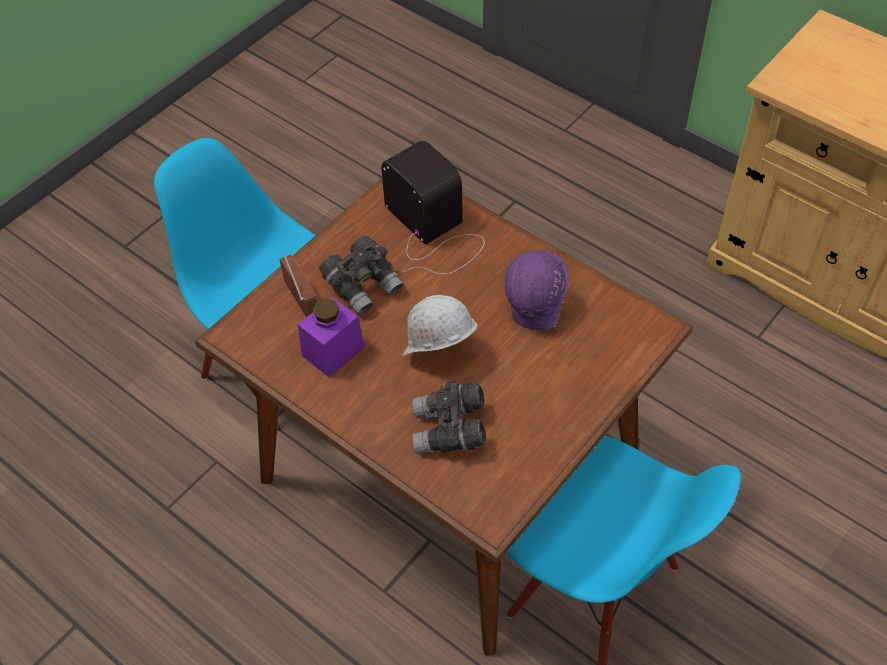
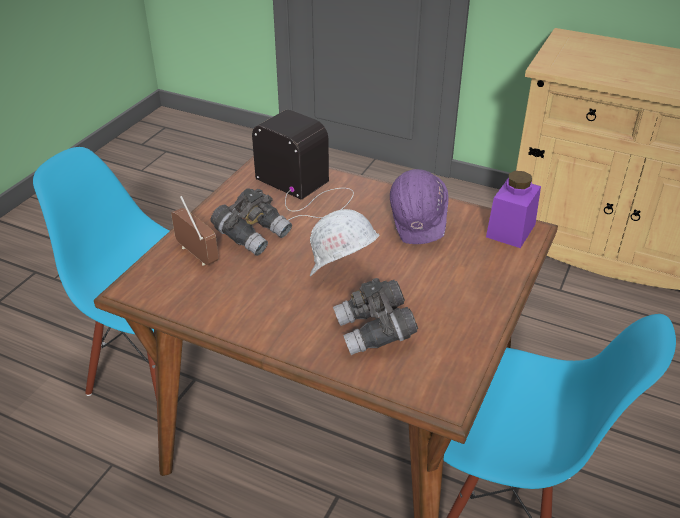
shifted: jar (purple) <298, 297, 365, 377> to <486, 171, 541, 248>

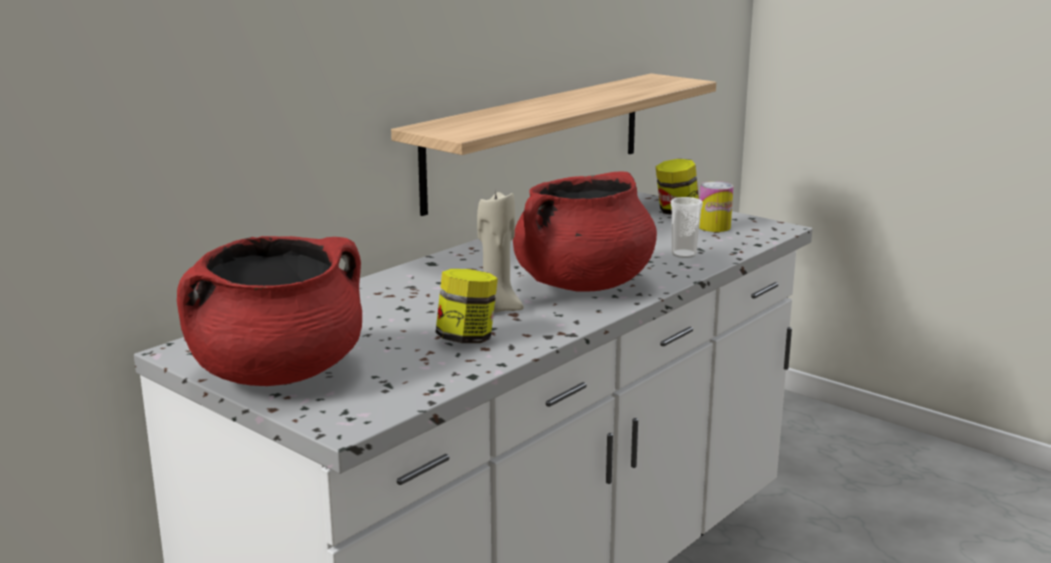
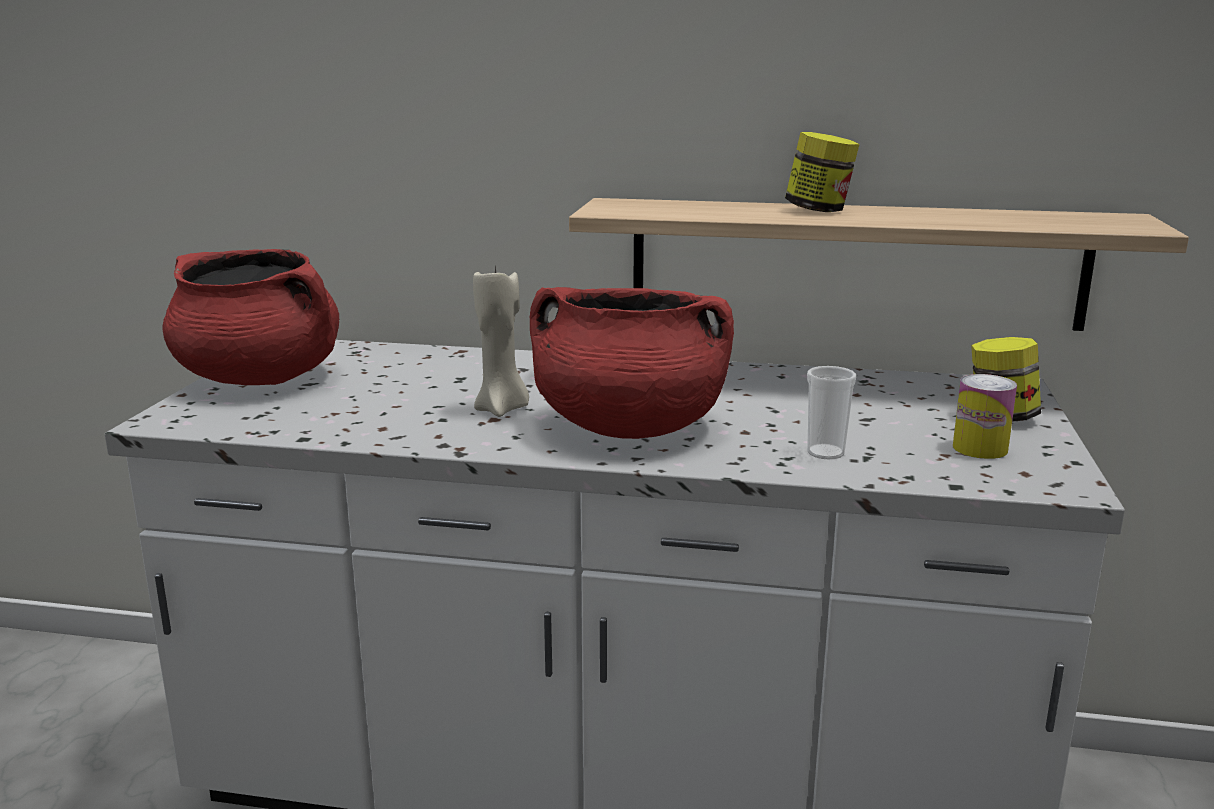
shifted: jar <436, 269, 498, 343> to <785, 132, 859, 212>

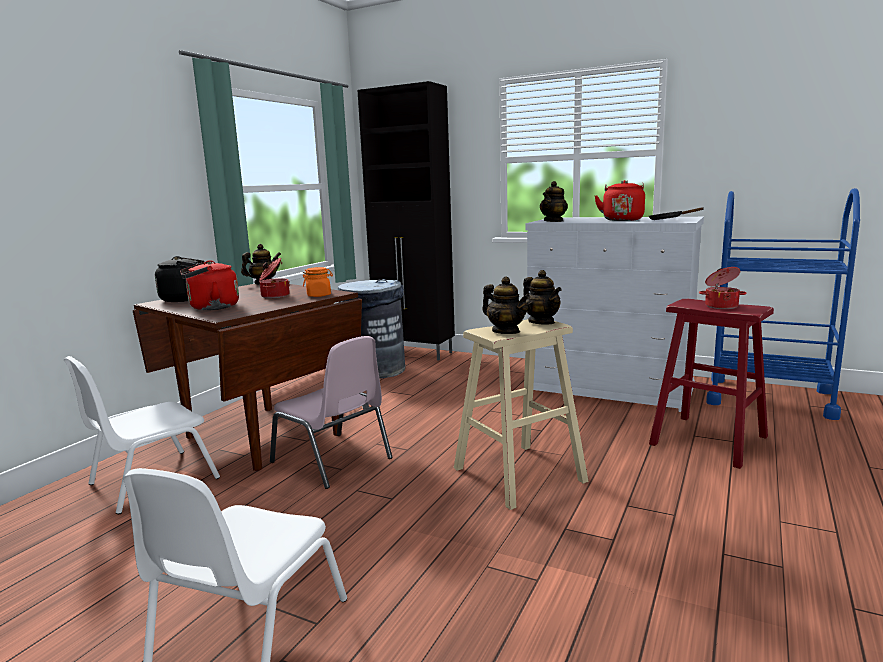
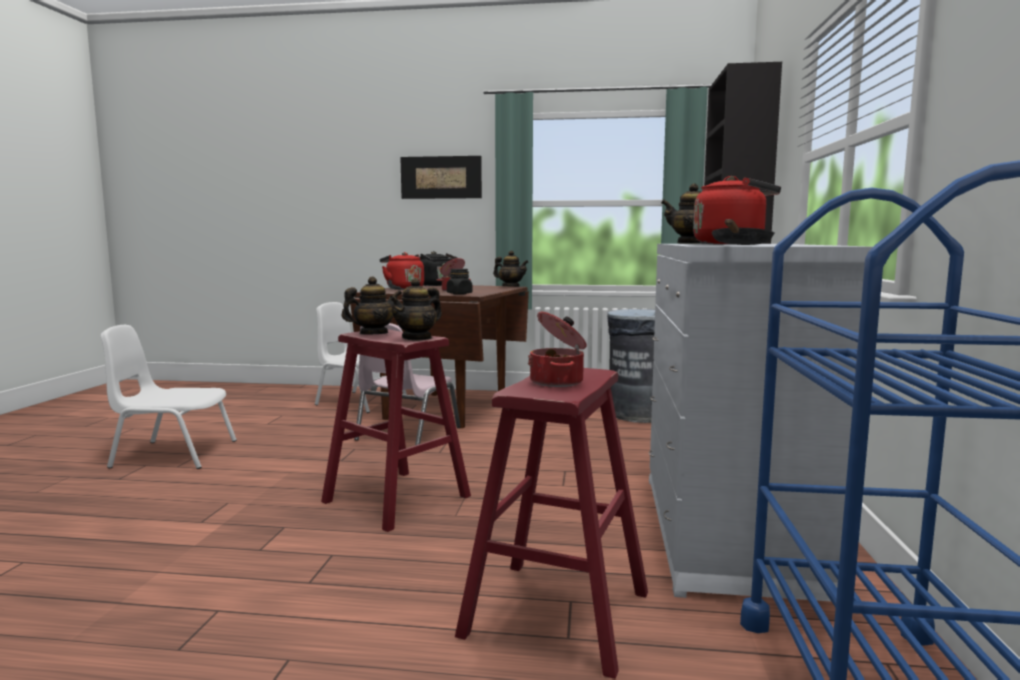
new: picture <400, 156, 482, 199>
repainted: jar (orange) <303, 267, 333, 297> to jar (black) <447, 269, 473, 295>; stool (beige) <454, 319, 588, 510> to stool (red) <321, 329, 471, 532>
rotated: teapot <482, 277, 530, 334> = <342, 276, 402, 335> 150 degrees counterclockwise

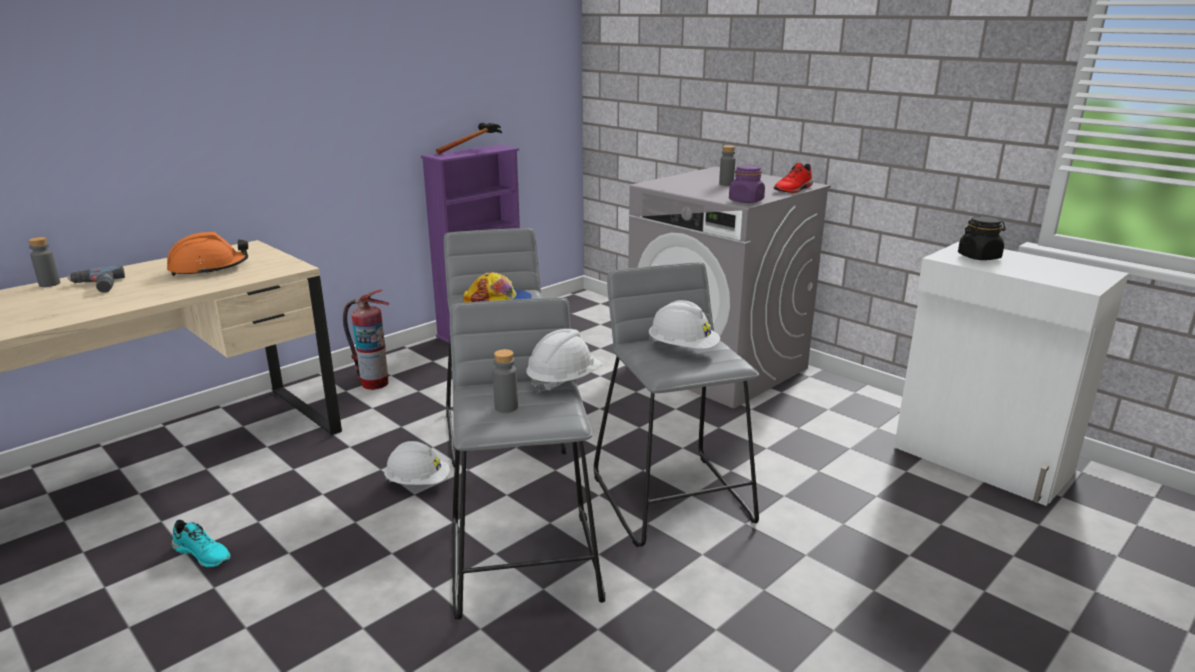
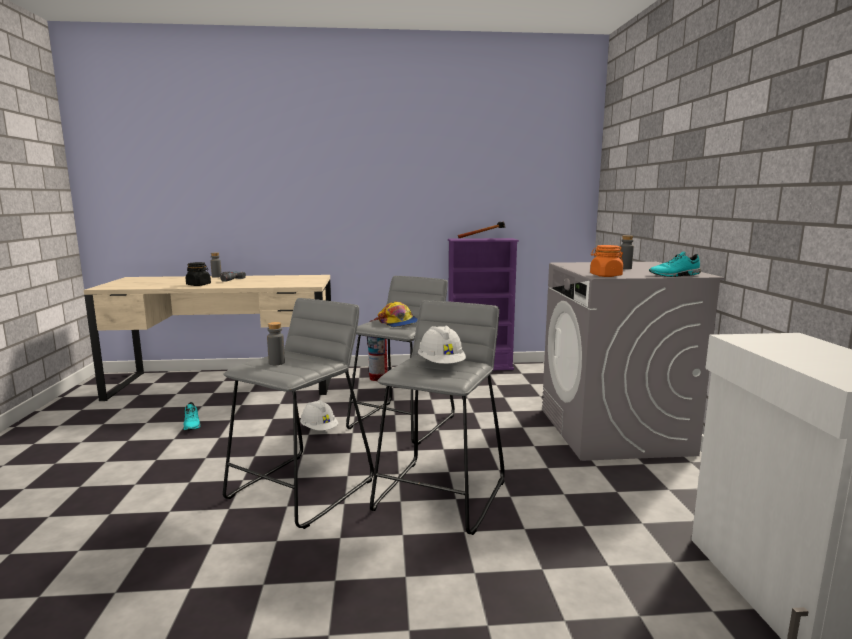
gone: hard hat (orange) <167, 232, 248, 276>; hard hat (white) <526, 329, 602, 394>
shifted: jar (black) <958, 216, 1006, 260> to <186, 262, 211, 286>
repainted: shoe (red) <774, 163, 813, 193> to shoe (turquoise) <649, 252, 701, 277>; jar (purple) <729, 165, 765, 203> to jar (orange) <590, 245, 623, 277>

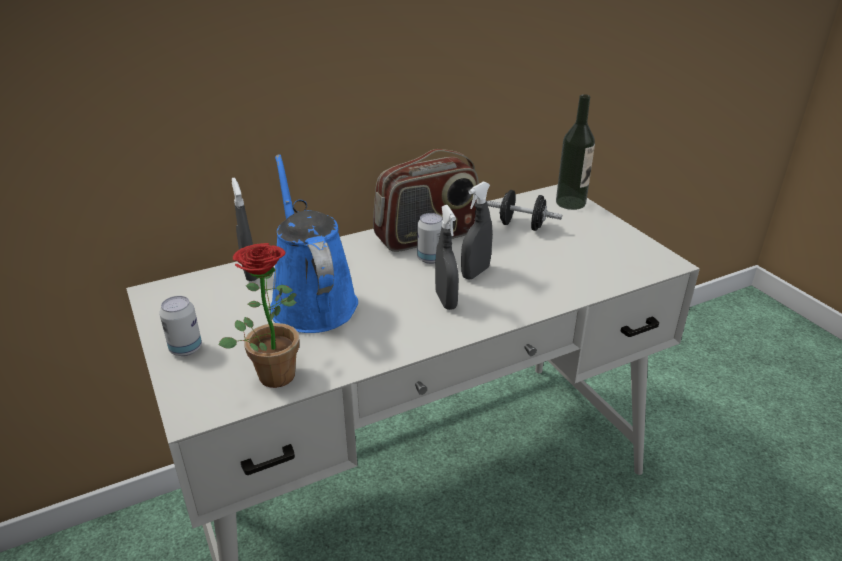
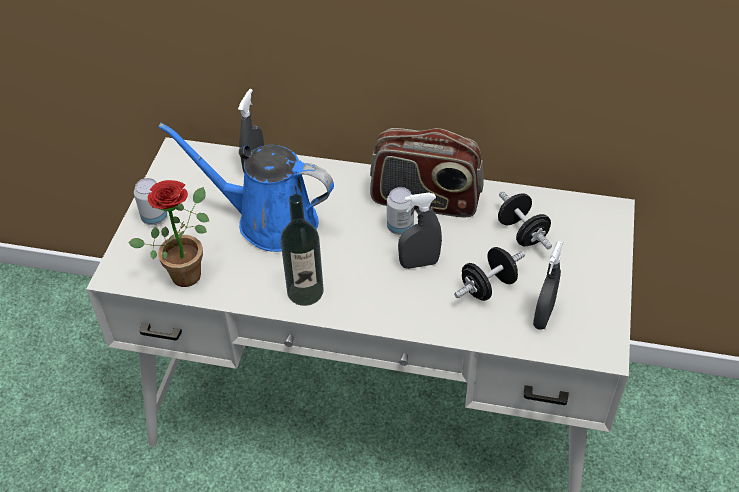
new: dumbbell (black) <454, 247, 525, 301>
shifted: bottle <556, 94, 595, 210> to <280, 194, 324, 306>; spray bottle (grey) <435, 205, 459, 310> to <533, 241, 563, 330>
rotated: watering can (blue) <270, 154, 358, 333> = <158, 123, 334, 252> 90 degrees counterclockwise

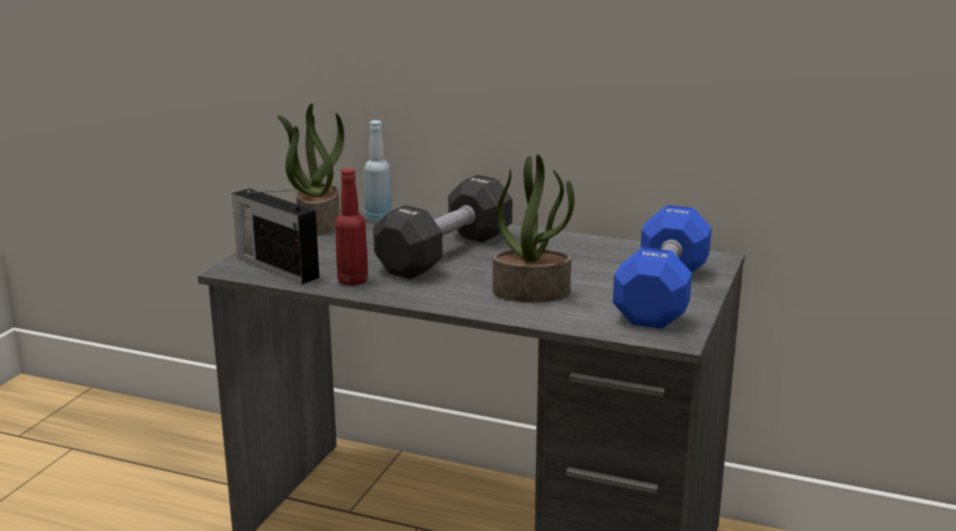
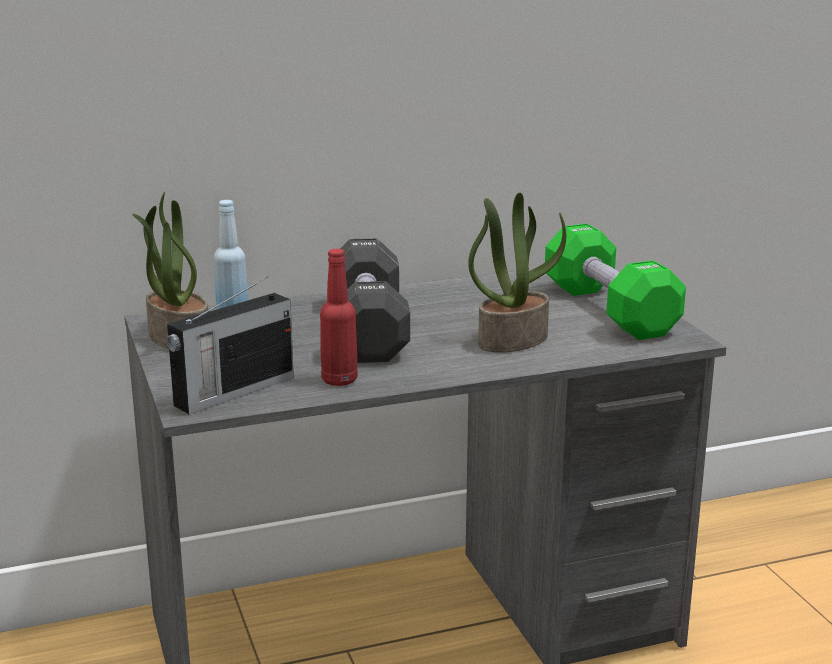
repainted: dumbbell (blue) <613, 205, 712, 329> to dumbbell (green) <545, 224, 686, 340>
rotated: radio <232, 188, 319, 284> = <166, 277, 294, 414> 45 degrees counterclockwise

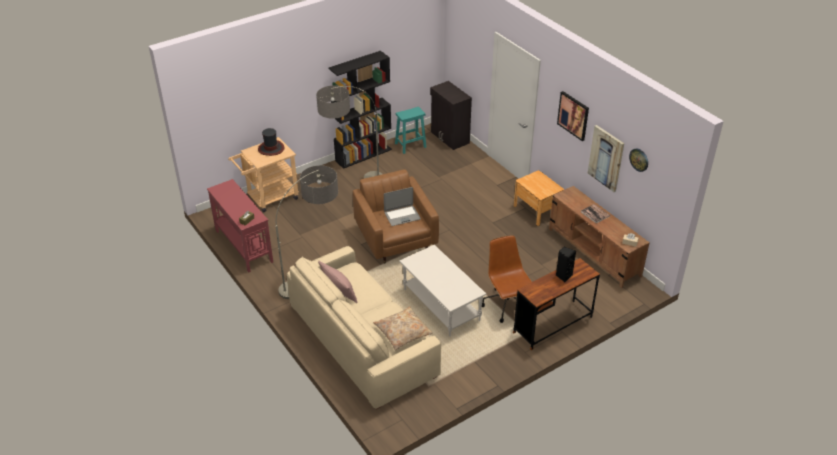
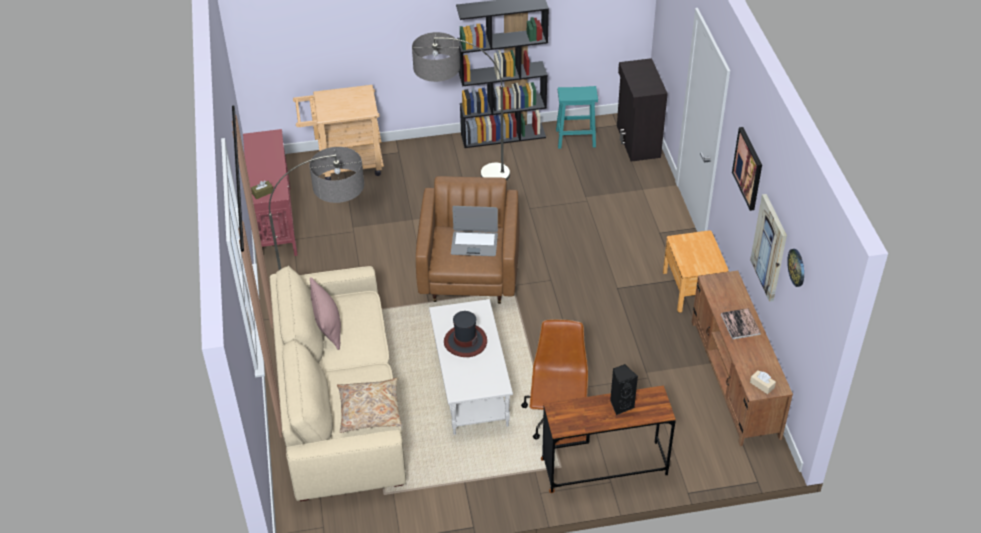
shifted: hat <258, 128, 285, 156> to <444, 311, 487, 357>

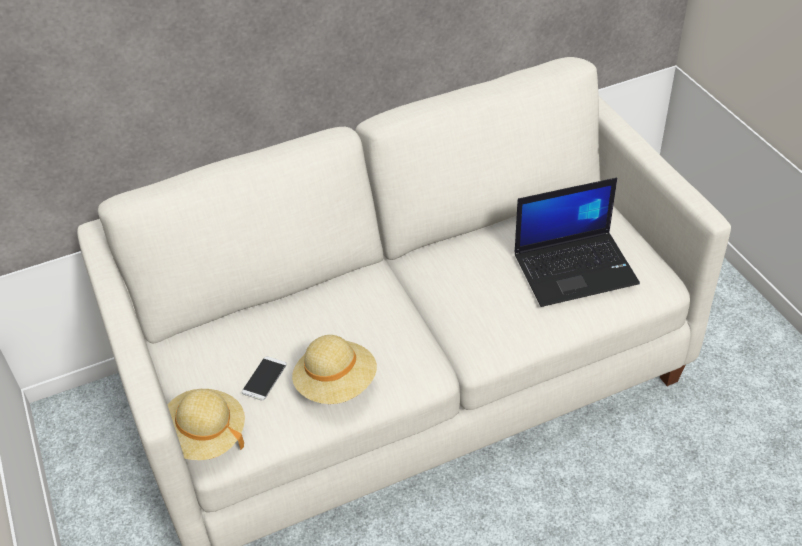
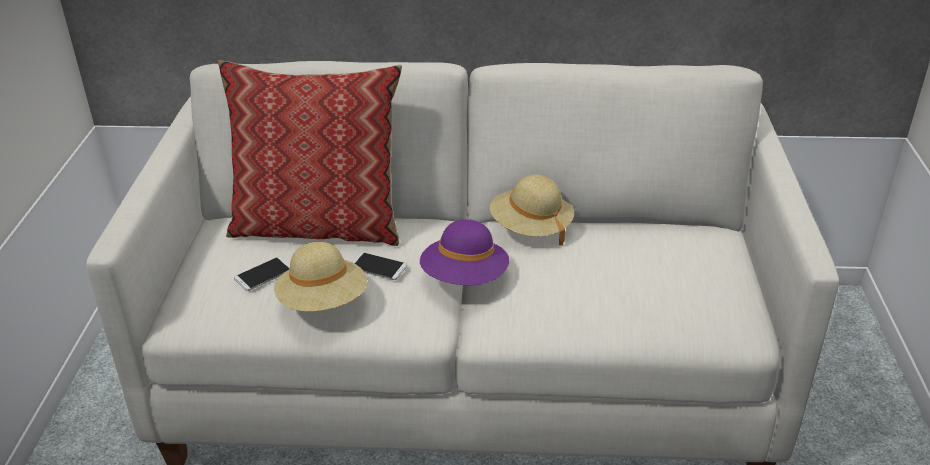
gone: laptop <515, 178, 640, 307>
new: pillow <218, 60, 402, 246>; hat (purple) <420, 219, 509, 285>; phone <352, 252, 407, 280>
shifted: hat (beige) <168, 389, 245, 460> to <490, 175, 574, 245>

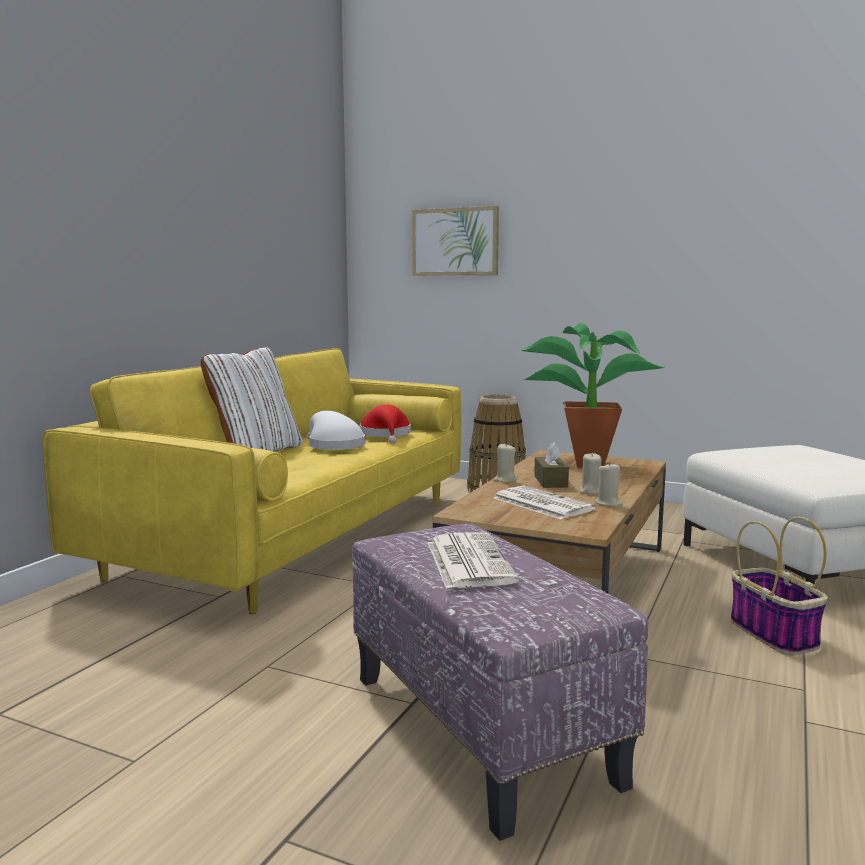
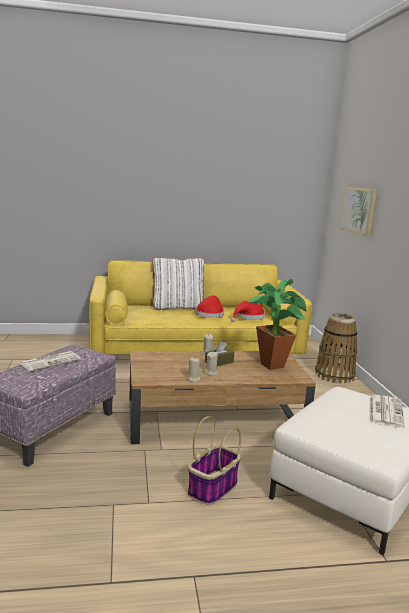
shifted: newspaper <494, 485, 596, 519> to <370, 395, 405, 428>
repainted: hat (white) <306, 411, 365, 450> to hat (red) <196, 296, 224, 318>

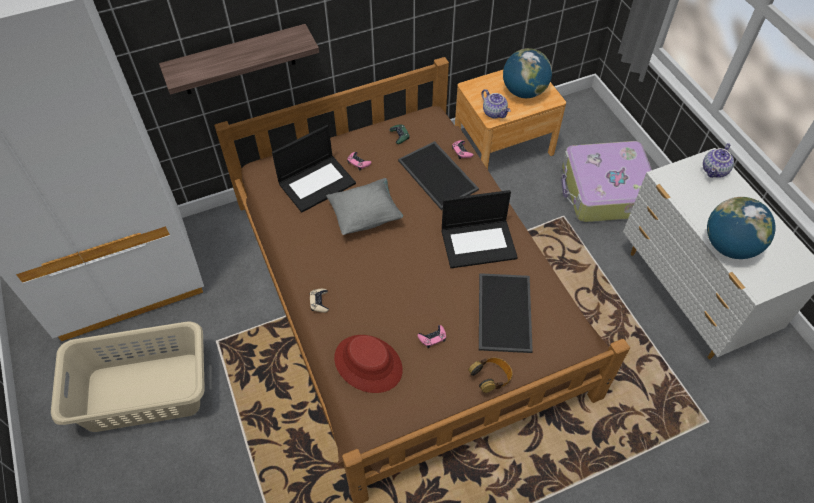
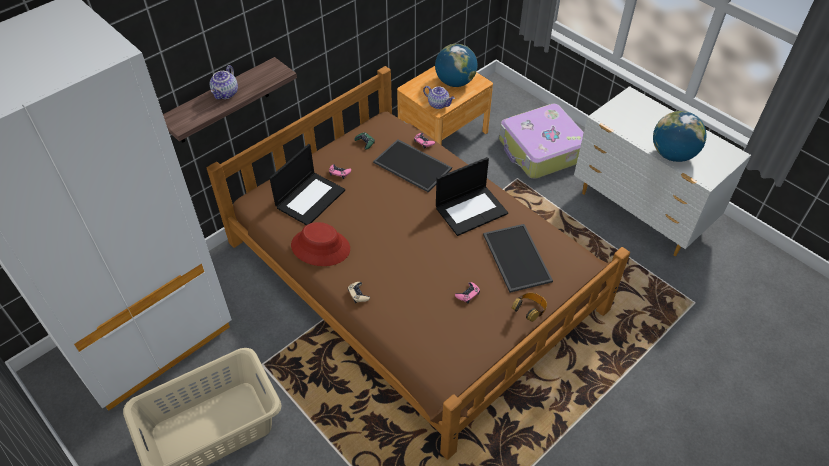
gone: pillow (grey) <326, 178, 403, 235>
shifted: teapot <703, 143, 734, 178> to <210, 65, 238, 100>; hat (red) <334, 335, 403, 393> to <291, 222, 350, 266>

